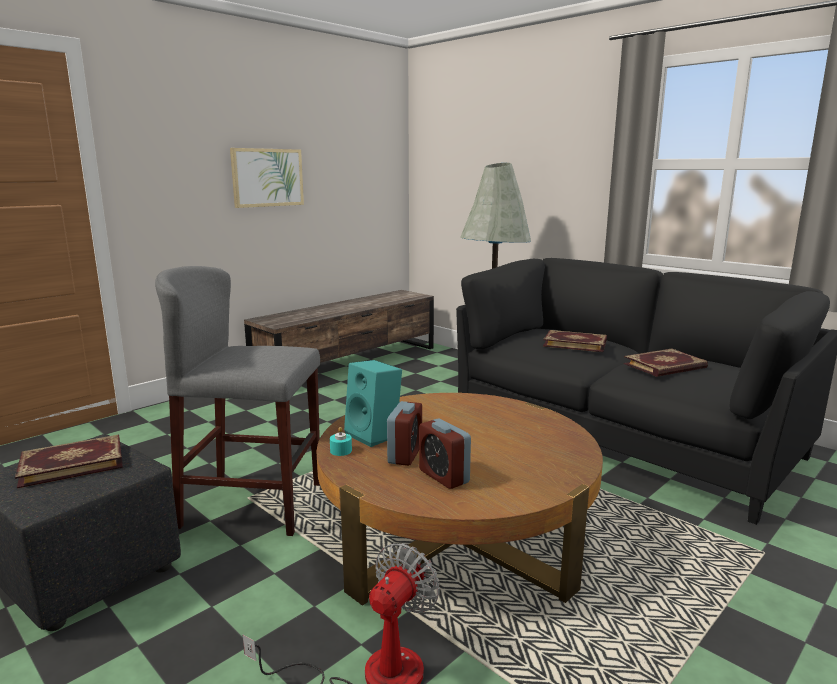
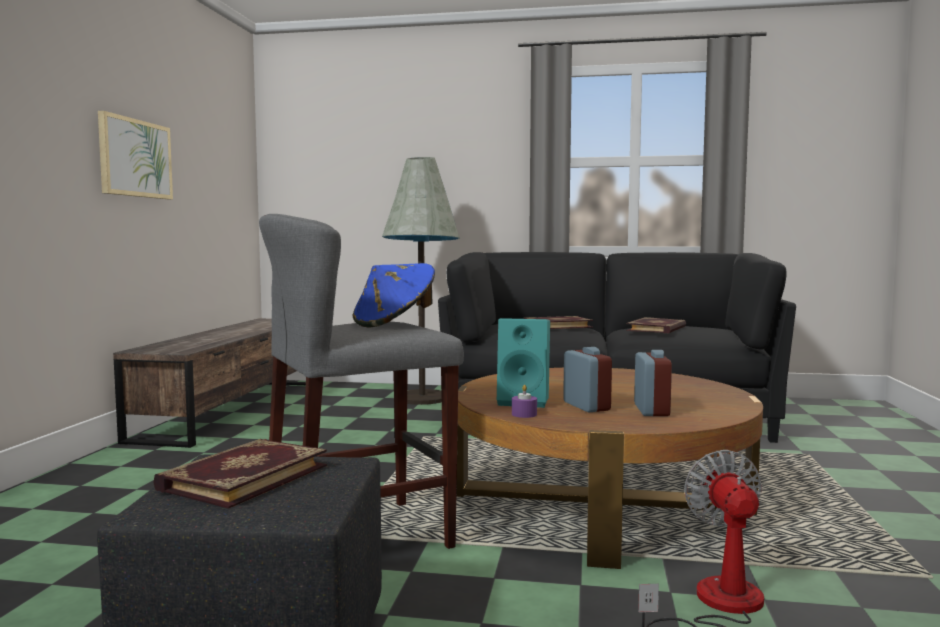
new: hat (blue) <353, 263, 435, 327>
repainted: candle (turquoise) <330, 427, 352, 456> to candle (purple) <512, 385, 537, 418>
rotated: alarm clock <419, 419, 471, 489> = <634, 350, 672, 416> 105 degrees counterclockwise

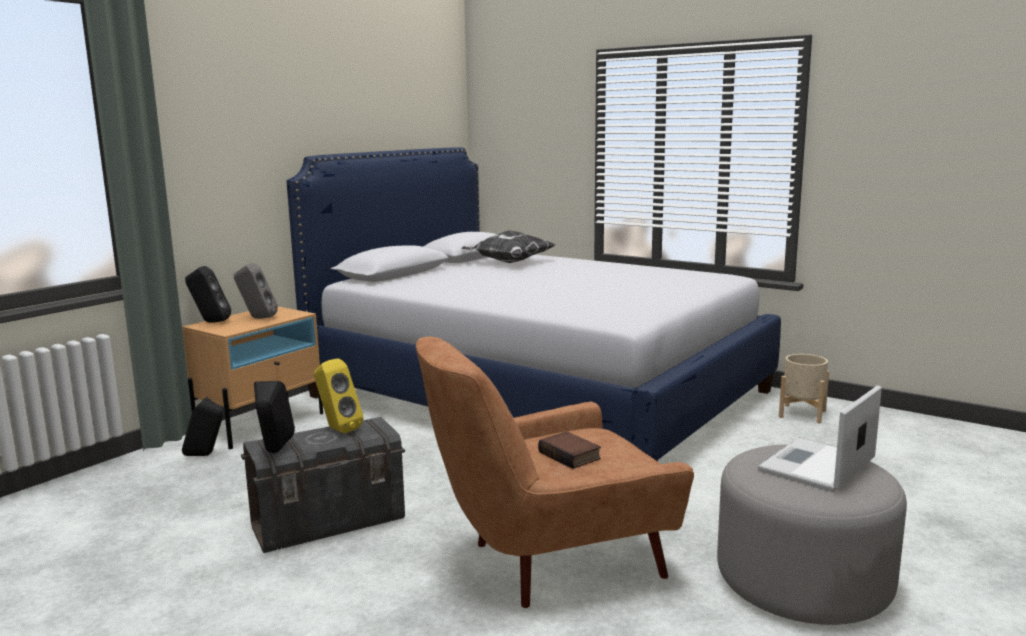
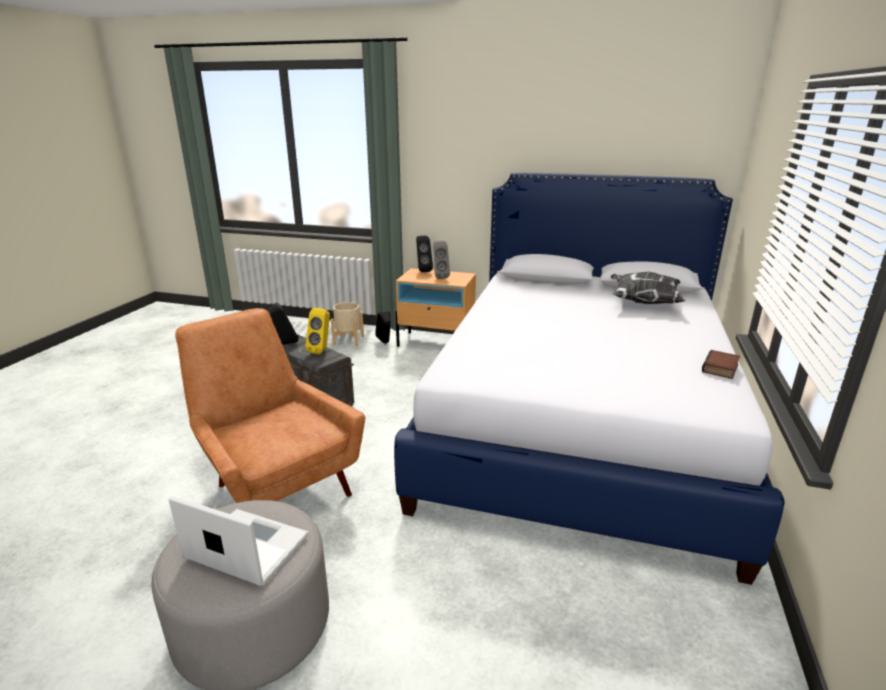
shifted: planter (beige) <779, 354, 829, 424> to <331, 302, 364, 346>; book <538, 431, 601, 469> to <702, 350, 740, 379>

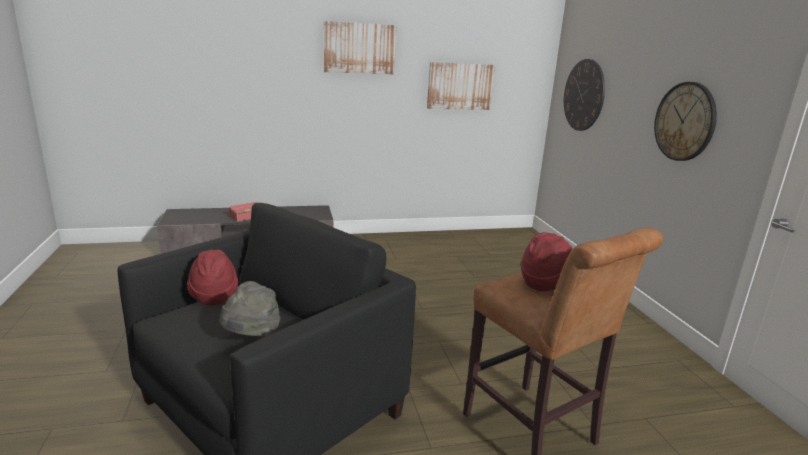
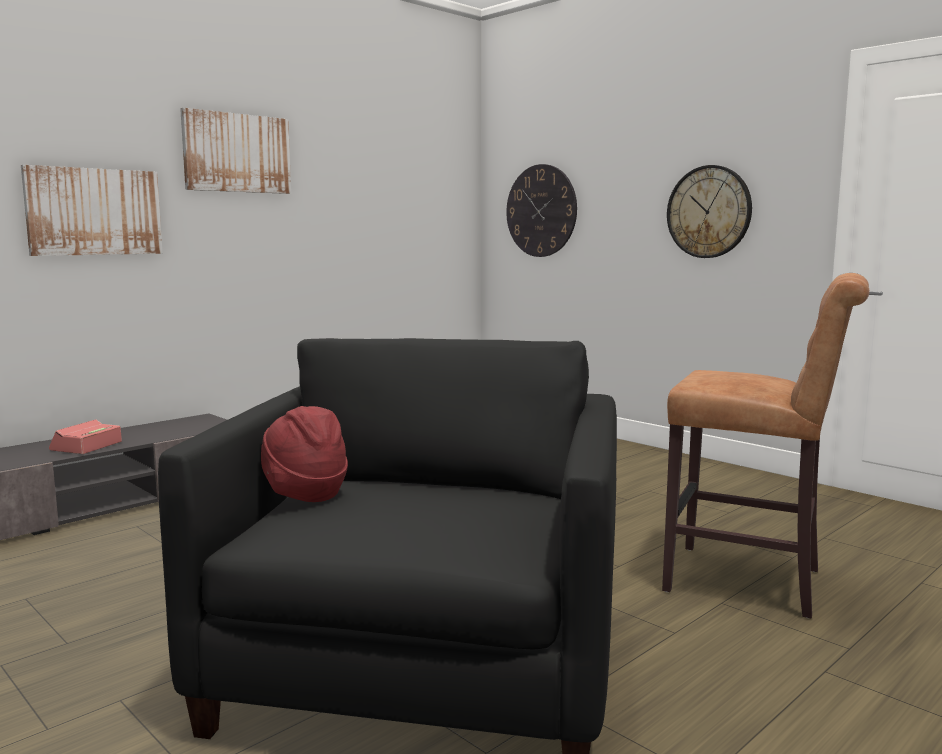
gone: hat (red) <521, 232, 573, 291>; hat (grey) <219, 281, 281, 337>
shifted: picture <427, 62, 495, 110> to <21, 165, 163, 256>

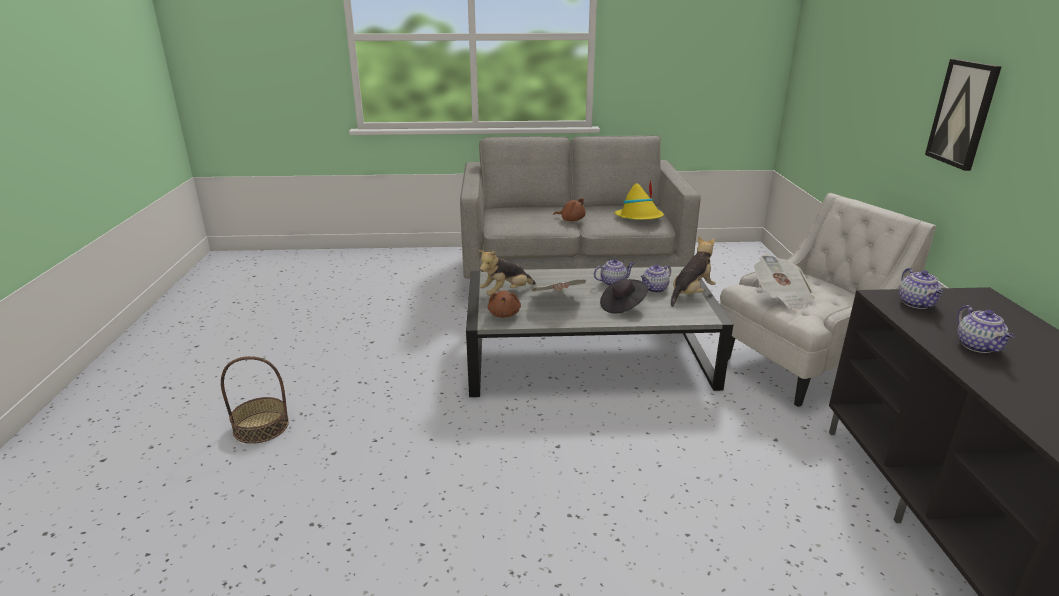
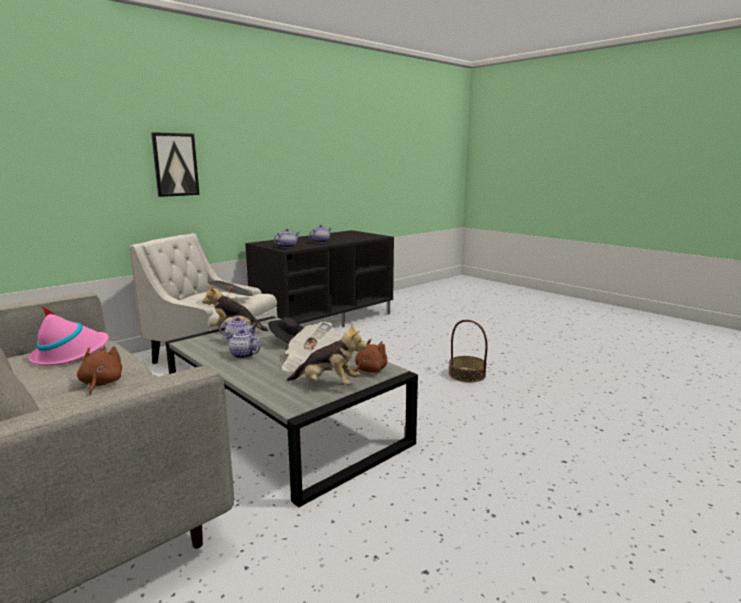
shifted: basket <221, 356, 289, 444> to <449, 320, 488, 382>
repainted: hat (yellow) <615, 179, 664, 220> to hat (pink) <29, 305, 109, 366>

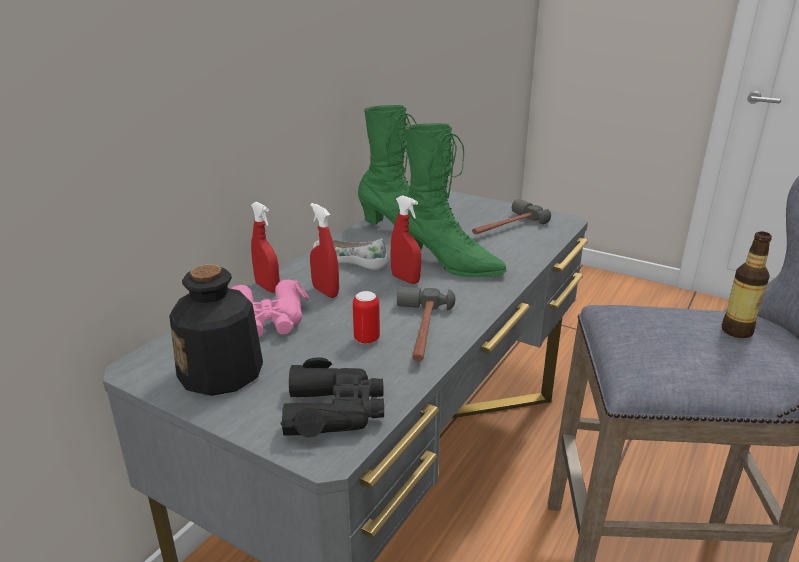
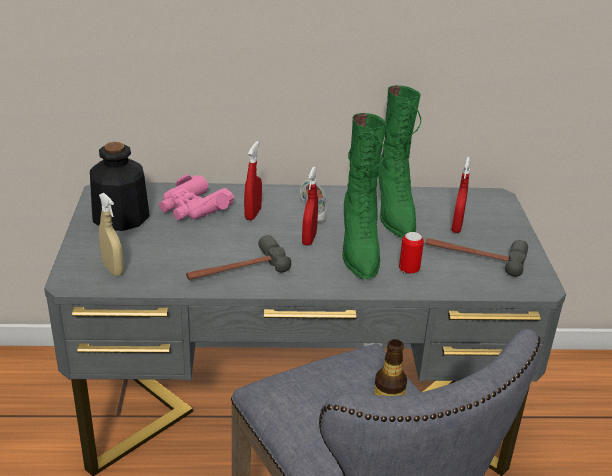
shifted: spray bottle (red) <251, 202, 280, 293> to <451, 157, 471, 233>; can <353, 291, 380, 344> to <399, 232, 424, 274>
swapped: binoculars (black) <281, 357, 384, 438> to spray bottle (beige) <99, 193, 124, 276>

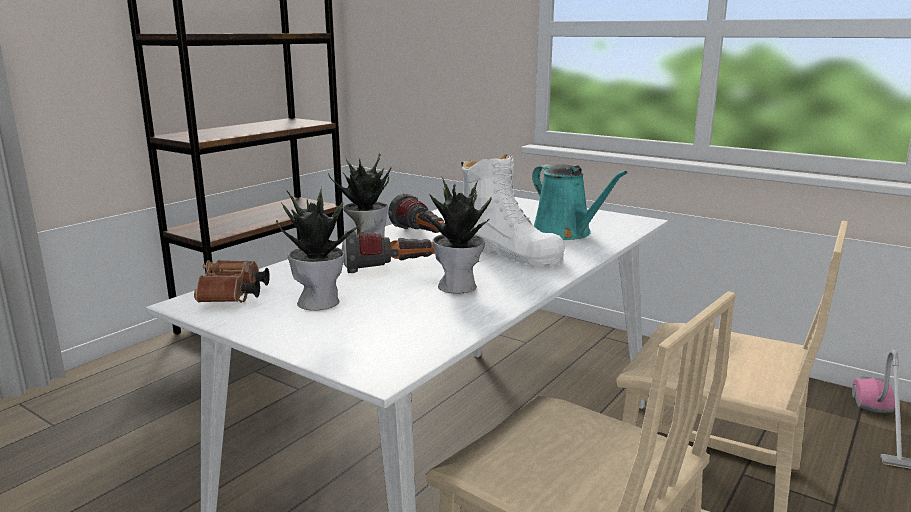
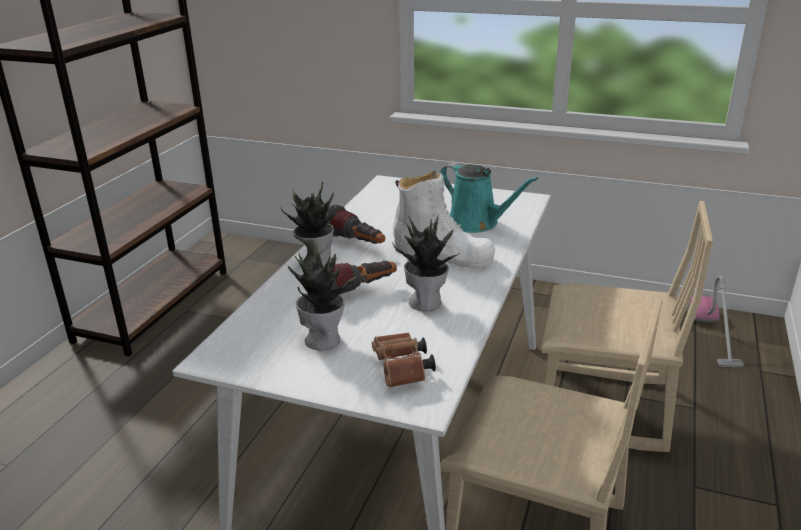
shifted: binoculars (brown) <194, 260, 270, 303> to <372, 332, 436, 388>

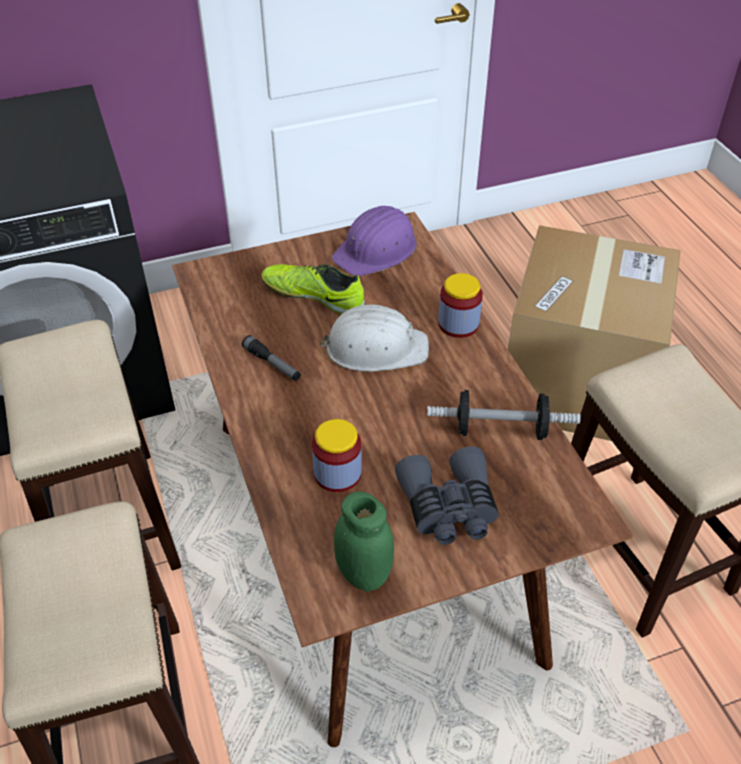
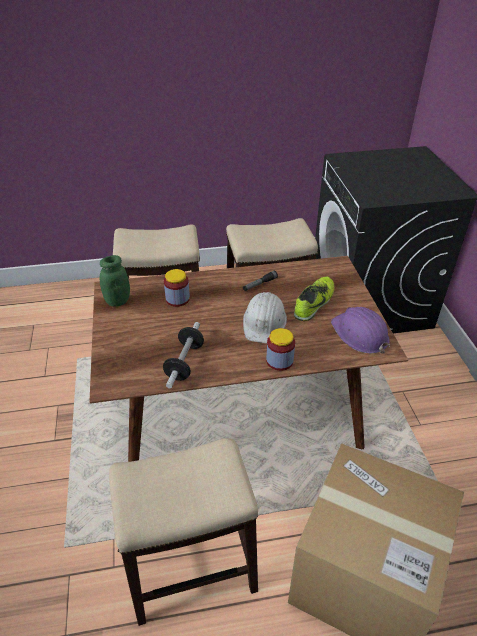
gone: binoculars (grey) <395, 446, 499, 545>

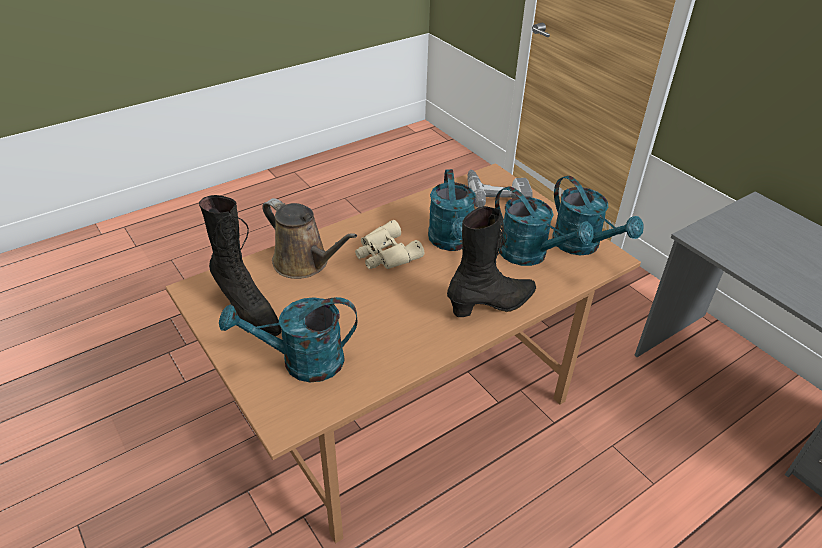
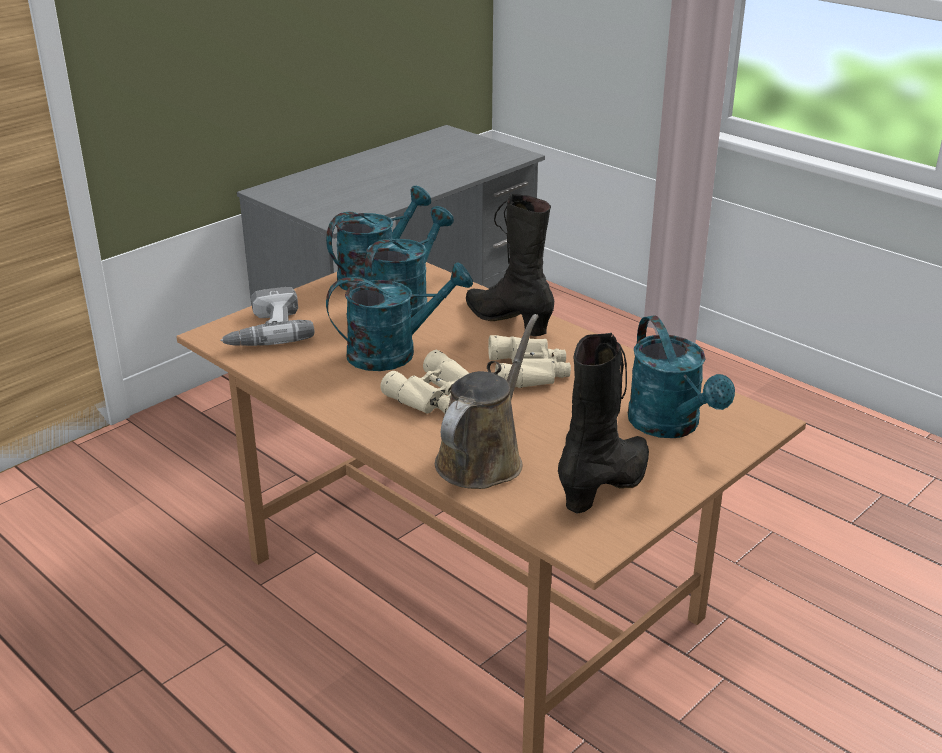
new: binoculars (beige) <488, 335, 571, 388>

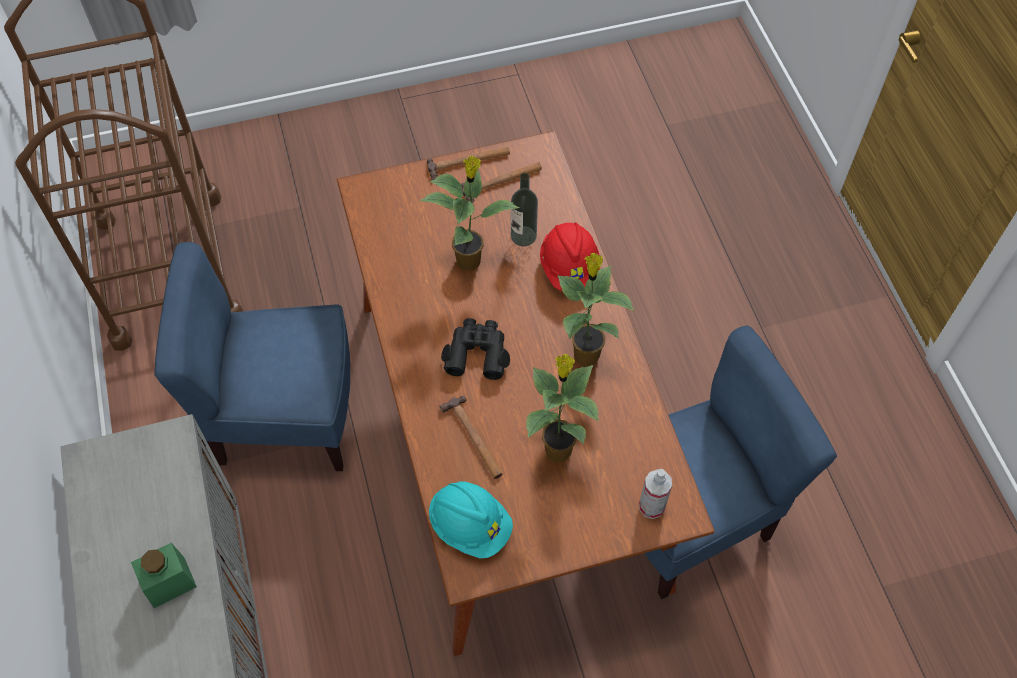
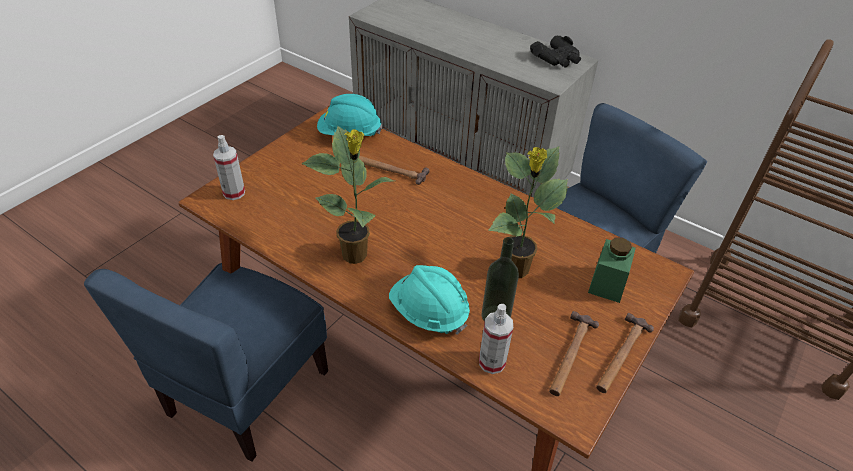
gone: potted plant <526, 354, 599, 463>
new: spray bottle <479, 304, 513, 374>
shifted: binoculars (black) <441, 318, 510, 380> to <530, 35, 581, 68>; jar (green) <131, 543, 197, 608> to <588, 237, 636, 303>
repainted: hard hat (red) <540, 222, 600, 291> to hard hat (turquoise) <389, 265, 470, 335>

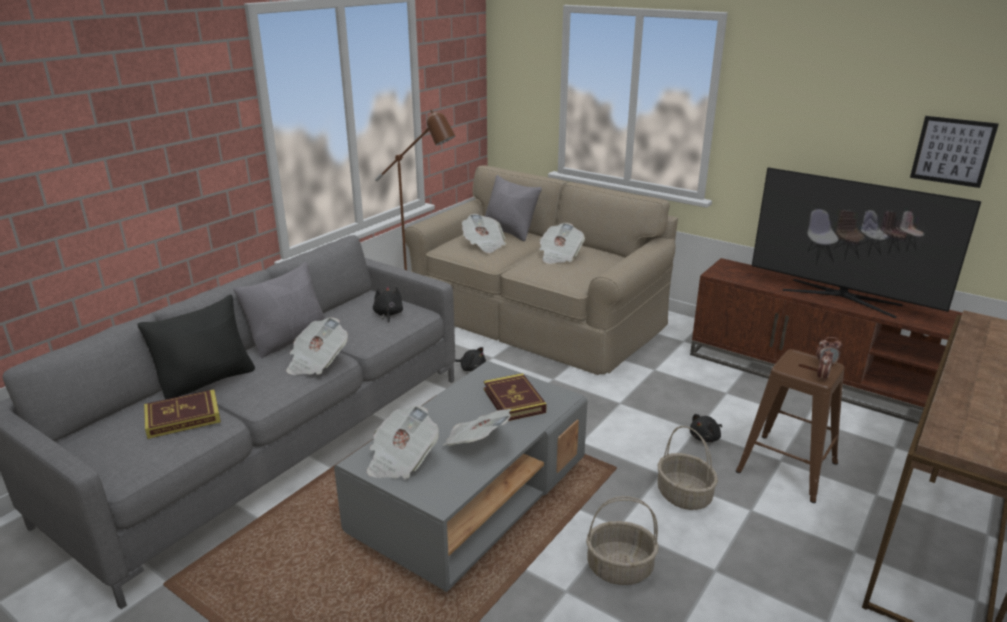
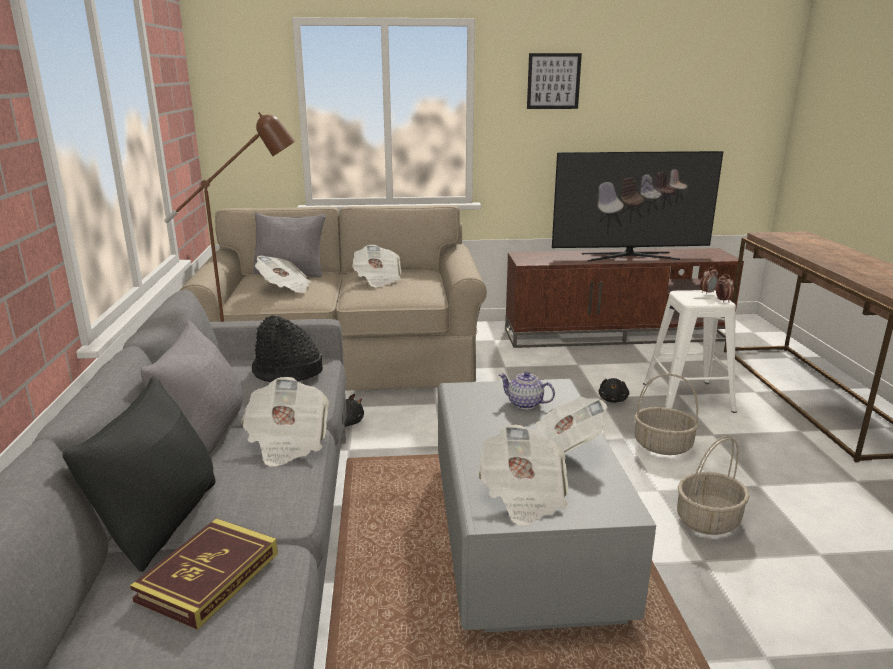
shifted: picture <910, 116, 999, 188> to <527, 53, 582, 109>
swapped: plush toy (black) <373, 286, 403, 323> to hat (black) <252, 315, 323, 382>; book <484, 373, 547, 421> to teapot <499, 371, 555, 409>
repainted: stool (brown) <736, 349, 844, 503> to stool (white) <643, 290, 737, 413>

